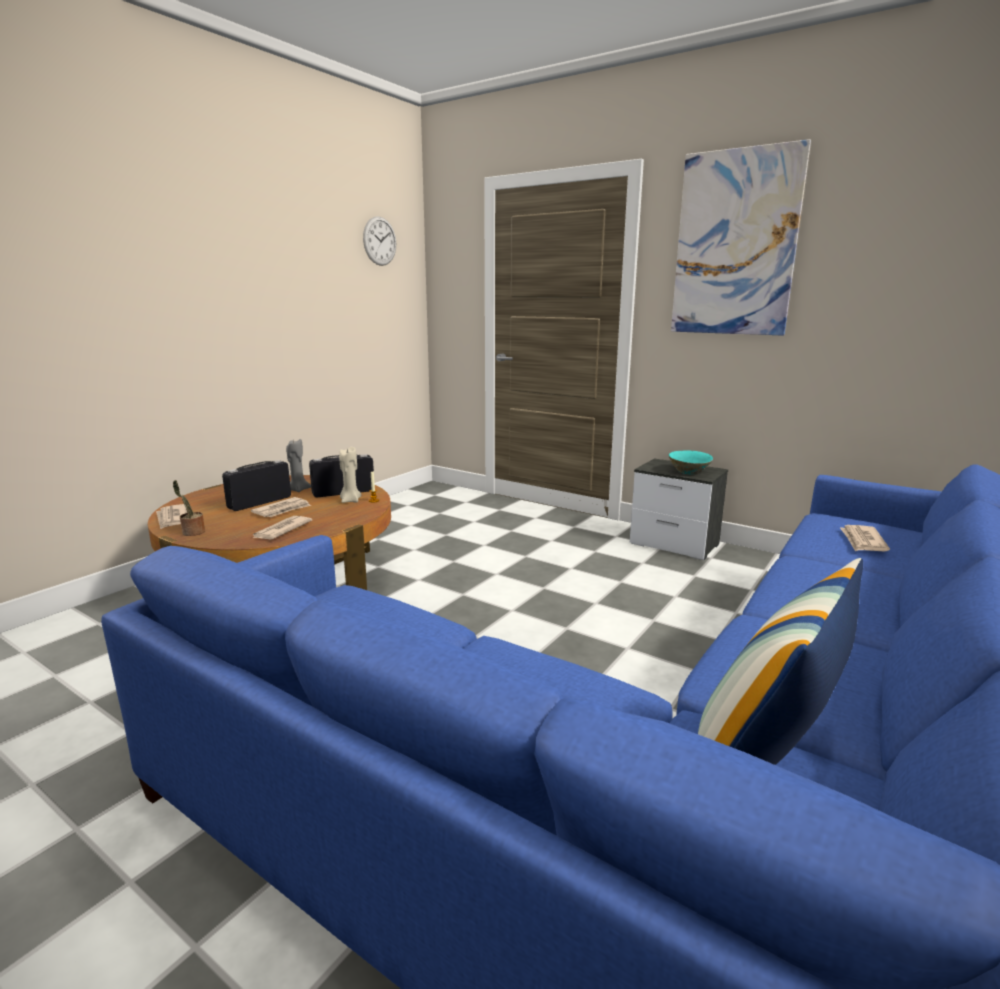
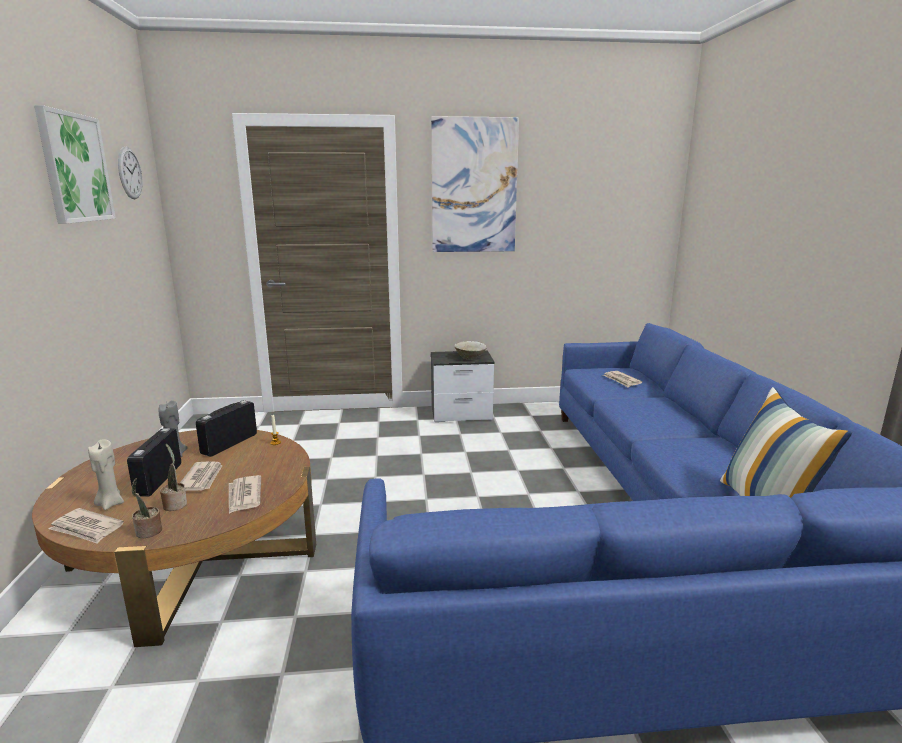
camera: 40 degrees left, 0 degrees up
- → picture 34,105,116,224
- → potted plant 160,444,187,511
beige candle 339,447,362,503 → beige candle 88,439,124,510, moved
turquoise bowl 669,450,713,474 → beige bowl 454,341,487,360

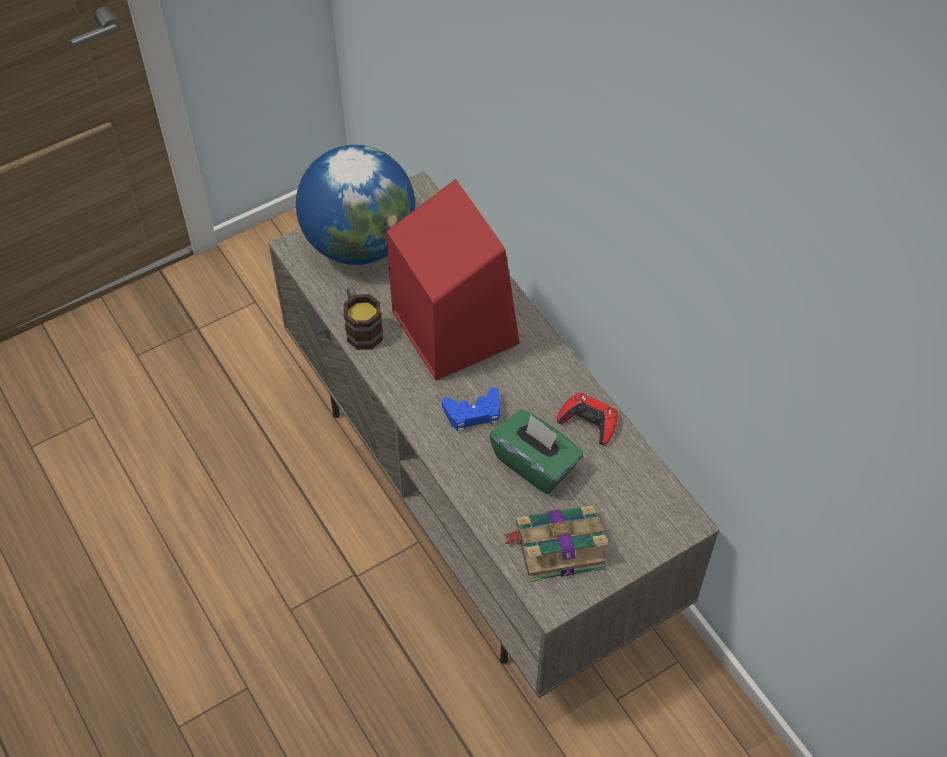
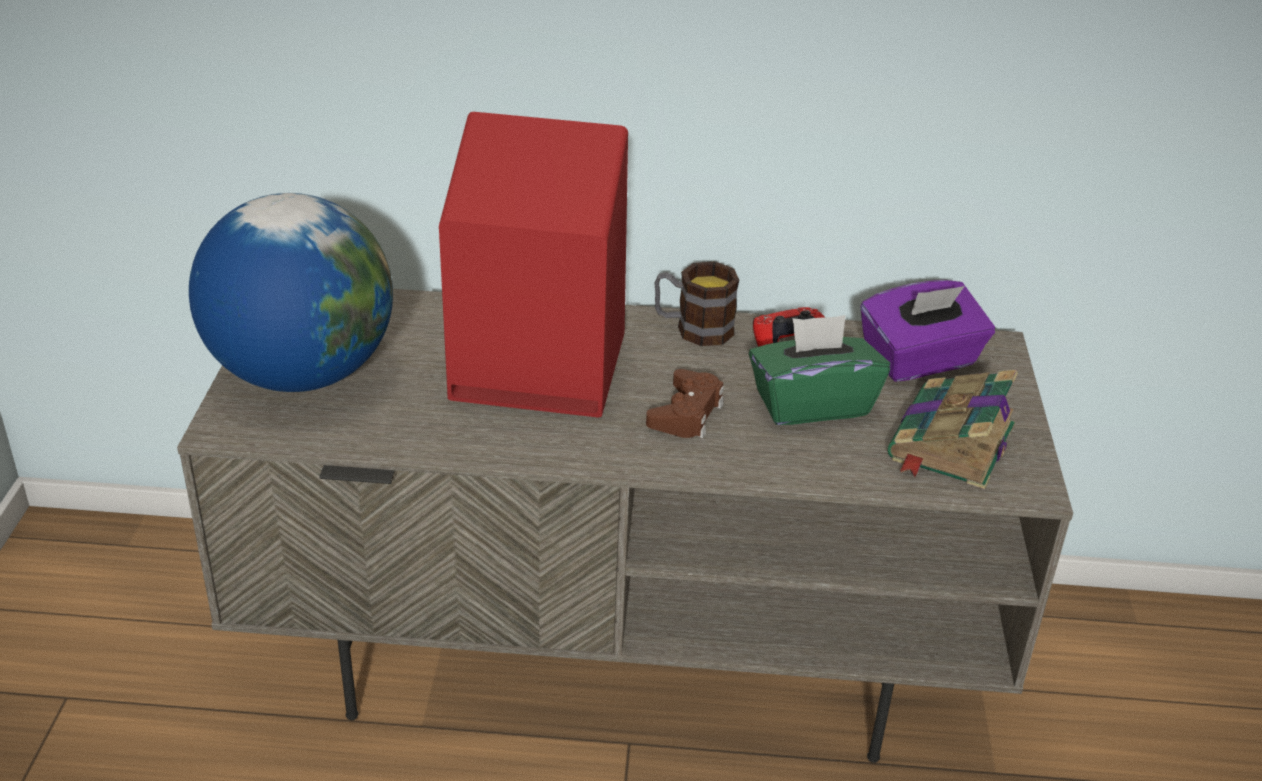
camera: 55 degrees left, 20 degrees down
- → purple tissue box 861,280,995,382
mug 343,286,383,350 → mug 655,262,739,346, moved
blue game controller 442,387,500,433 → brown game controller 646,369,724,438

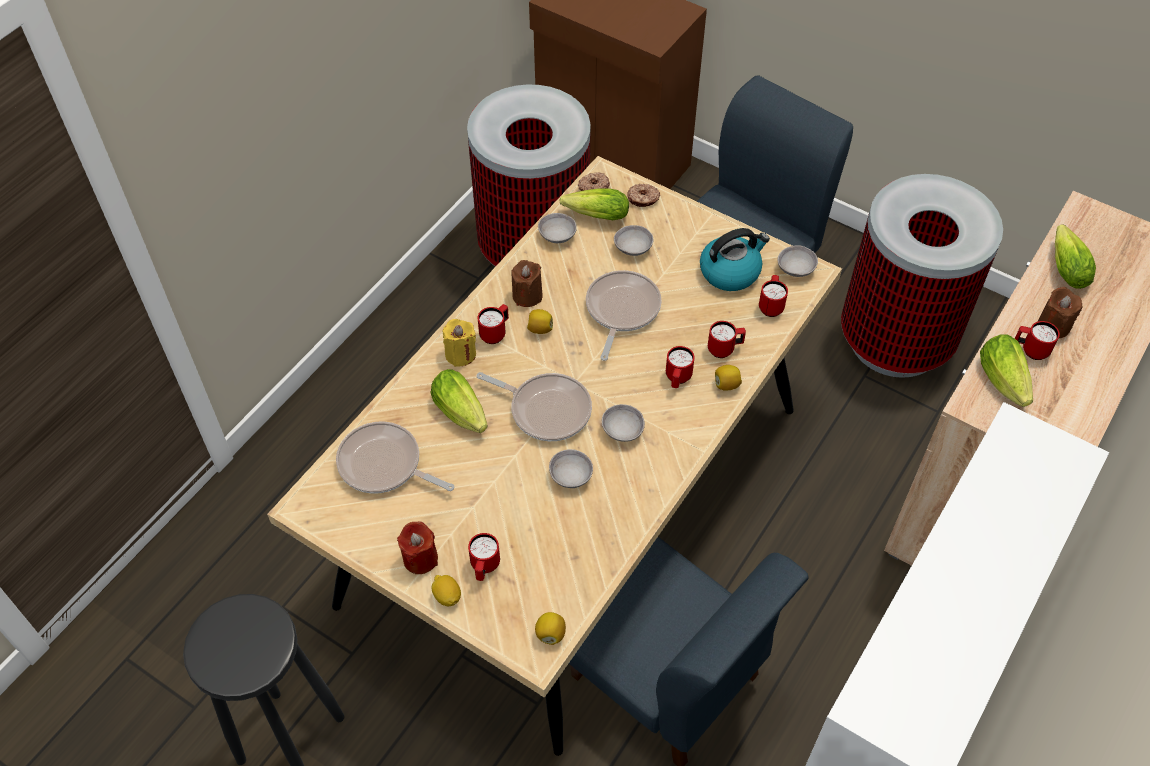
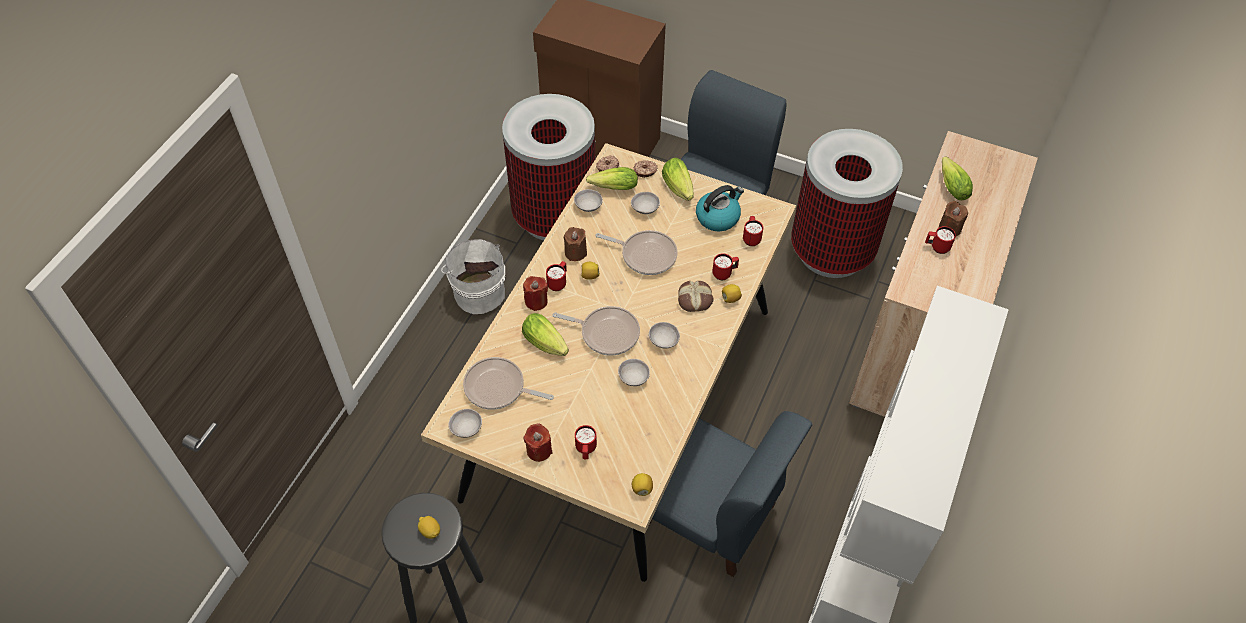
camera: 10 degrees left, 0 degrees up
- → white bucket 441,239,505,314
lemon 432,575,461,606 → lemon 418,516,440,539, moved
grey bowl 778,245,818,277 → grey bowl 448,409,482,438, moved
lettuce 980,335,1033,407 → lettuce 662,158,694,201, moved
red mug 666,346,695,388 → bread 678,281,714,312
yellow candle 443,319,476,367 → red candle 523,276,548,311
frying pan 586,270,661,361 → frying pan 595,230,678,275, 105 degrees clockwise

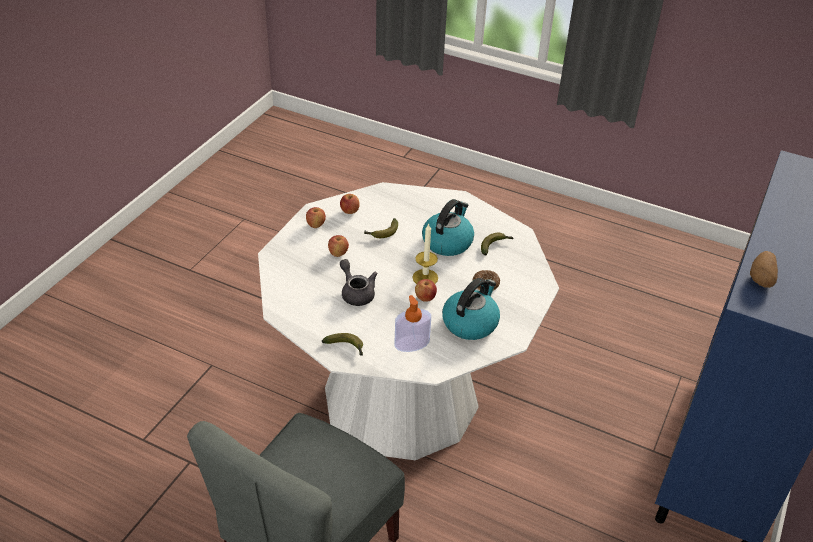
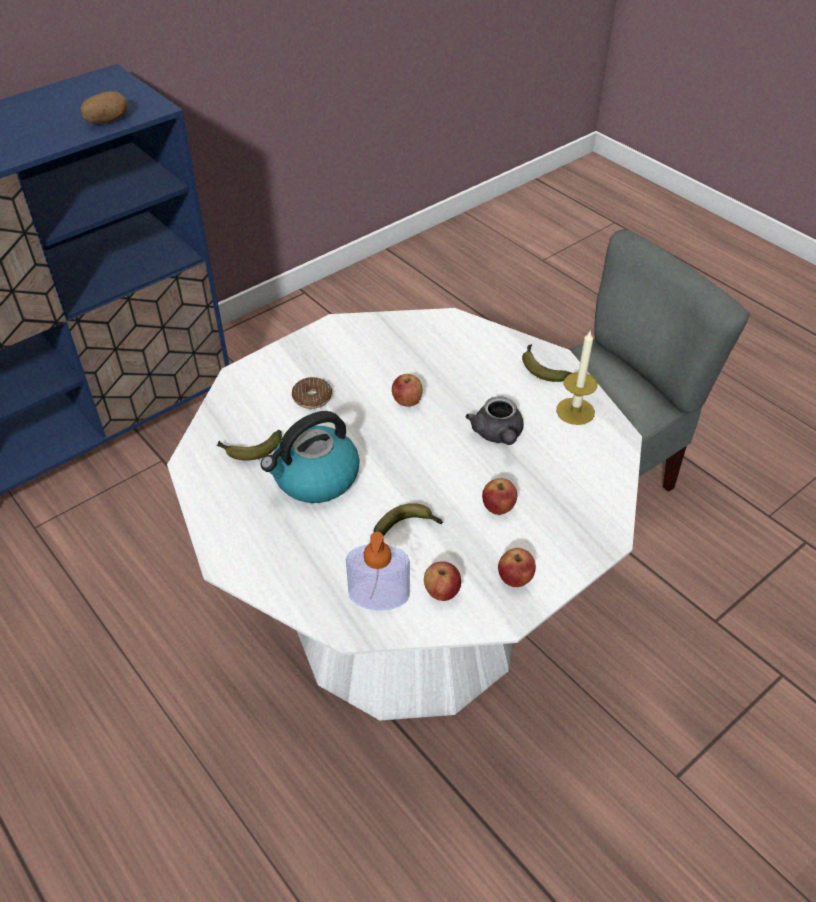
camera: 155 degrees left, 5 degrees up
kettle 442,278,500,340 → -
soap dispenser 394,295,431,352 → soap dispenser 346,532,410,611, moved
candle 412,223,438,284 → candle 556,330,598,425, moved

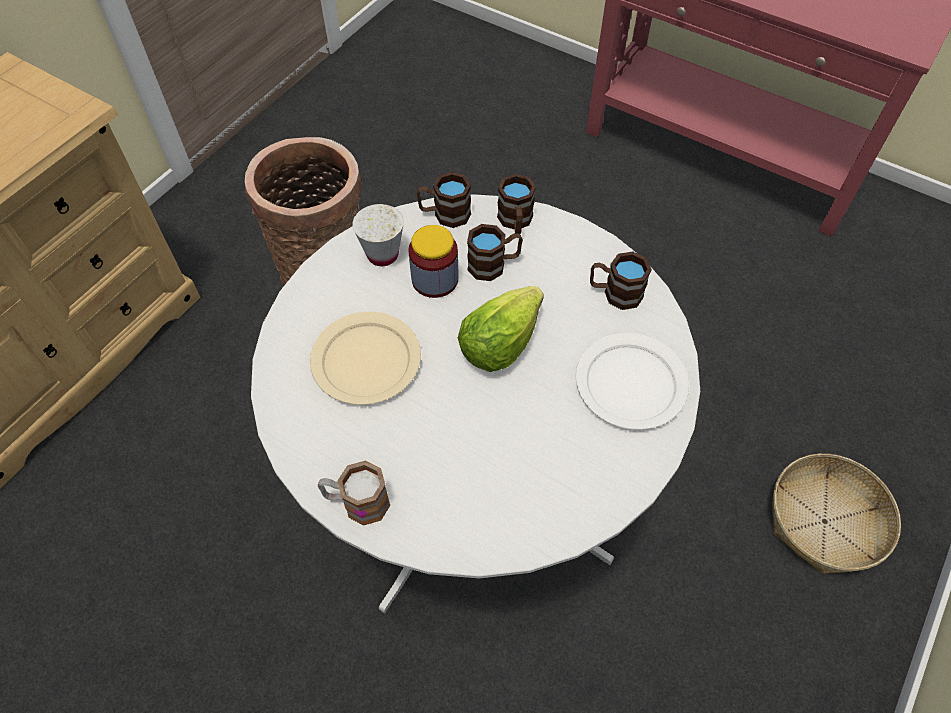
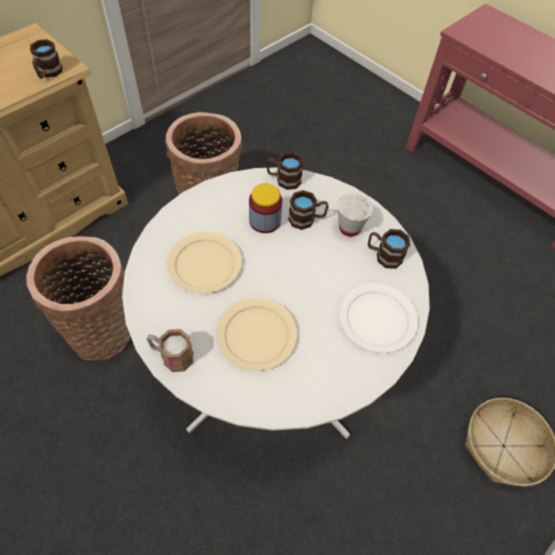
camera: 10 degrees right, 0 degrees up
lettuce 458,286,544,372 → -
- → basket 26,236,130,361
- → beige plate 216,298,297,371
white cup 352,204,404,266 → white cup 337,194,373,237, moved
brown mug 497,174,536,234 → brown mug 30,39,62,78, moved

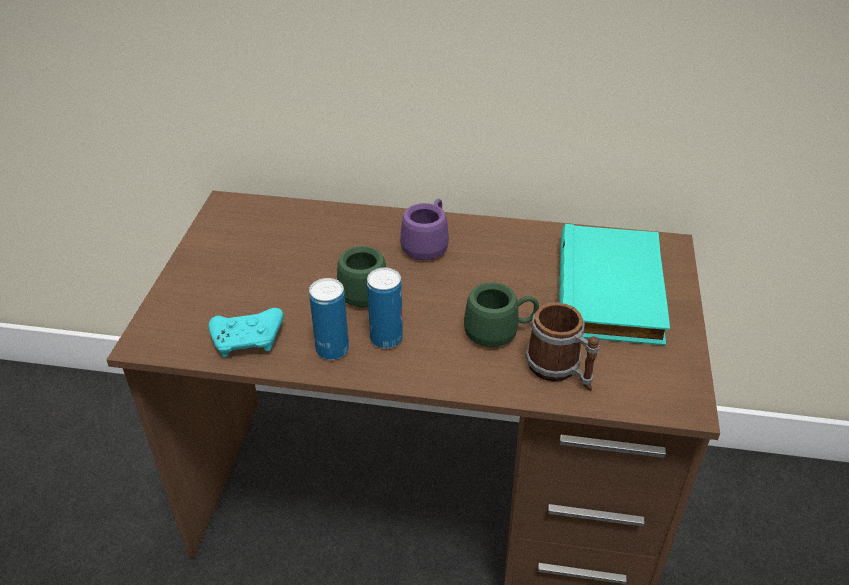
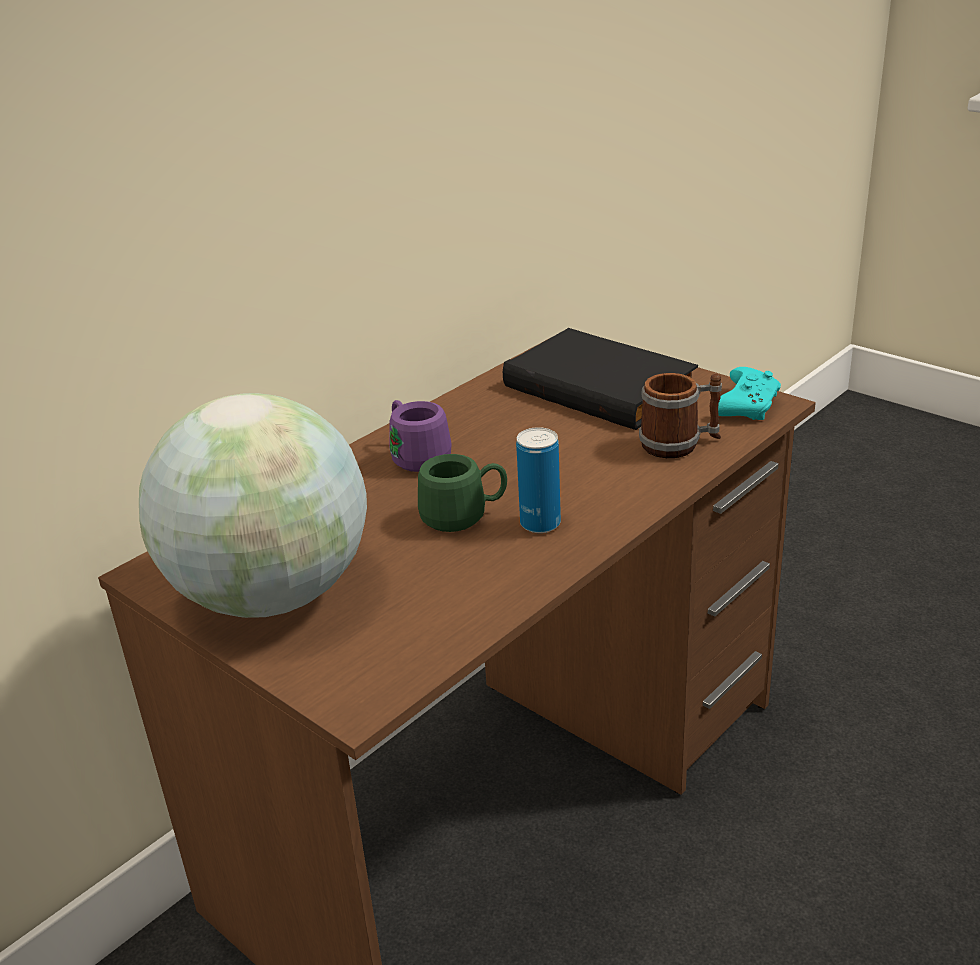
camera: 55 degrees left, 10 degrees down
can 309,278,349,360 → -
green mug 464,283,539,347 → -
- → globe 139,393,367,618
turquoise game controller 209,308,284,358 → turquoise game controller 718,367,781,420, moved
turquoise book 559,224,670,346 → black book 503,328,698,430

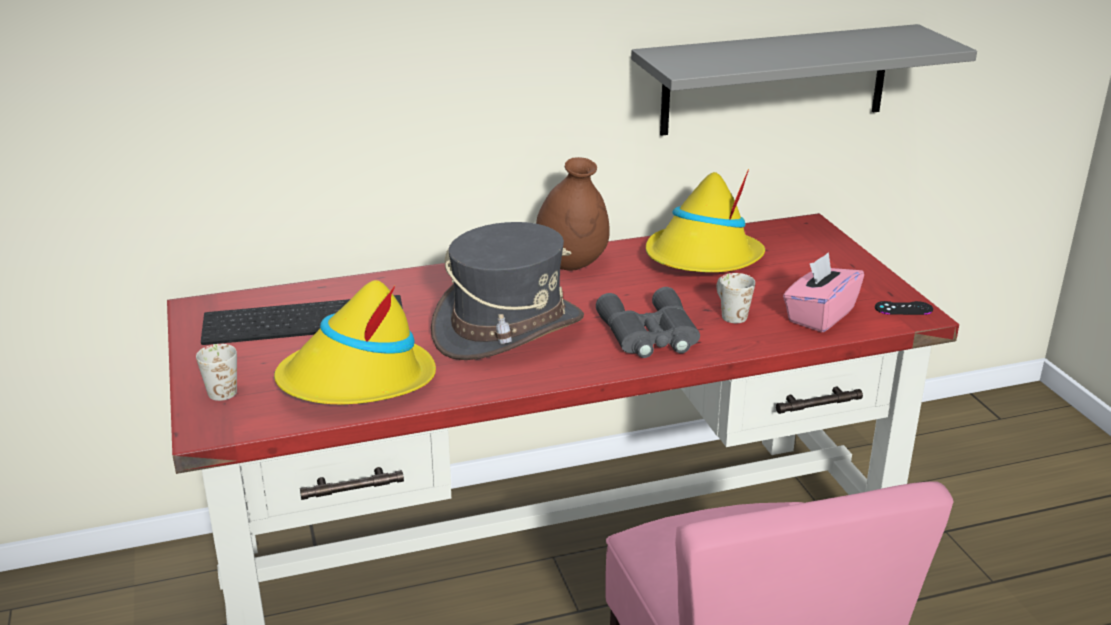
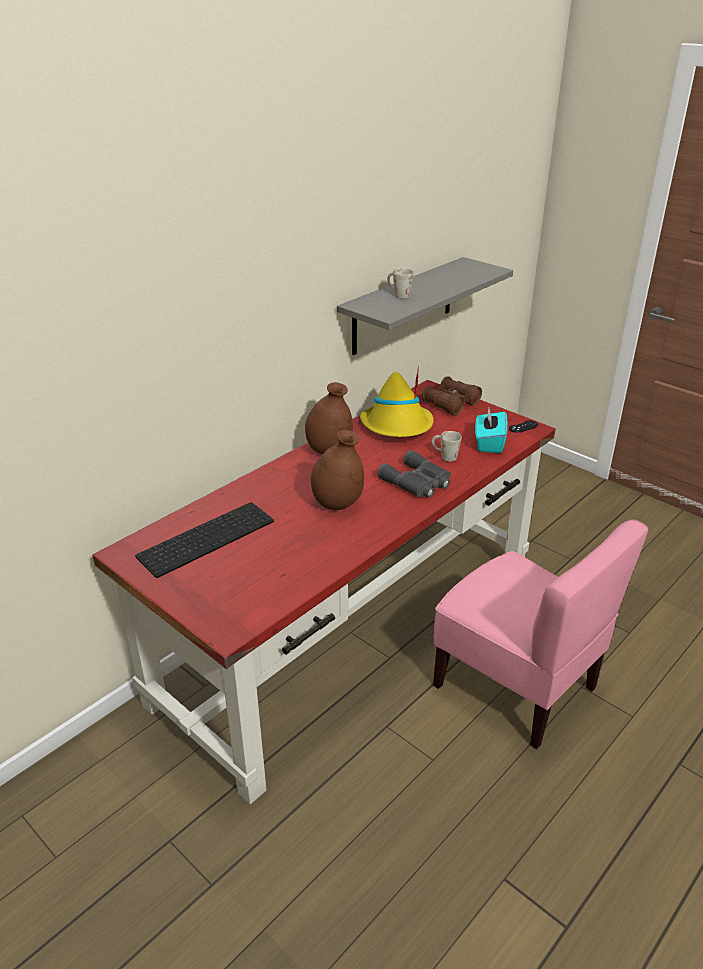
camera: 30 degrees left, 5 degrees up
yellow hat 274,280,436,404 → -
- → brown binoculars 422,376,482,416
white mug 196,344,237,401 → white mug 387,268,414,298, moved
grey hat 431,222,584,360 → brown vase 311,430,364,510
pink tissue box 783,252,864,332 → turquoise tissue box 475,408,508,453

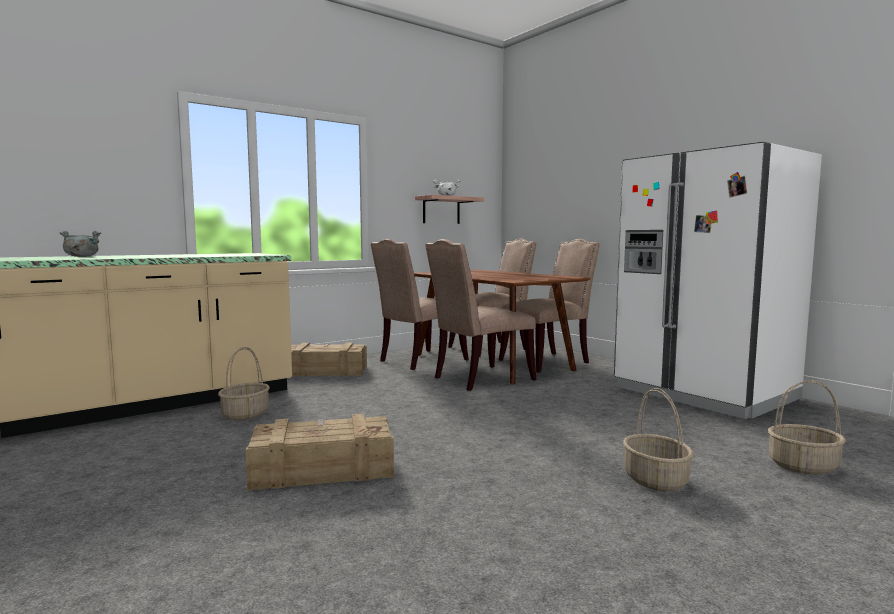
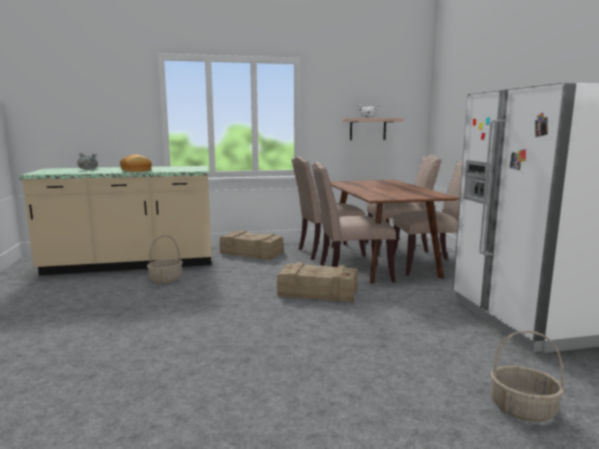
camera: 25 degrees right, 5 degrees up
basket 623,388,694,491 → -
- → bread 120,154,152,172
crate 246,414,394,491 → crate 277,262,358,303, moved

